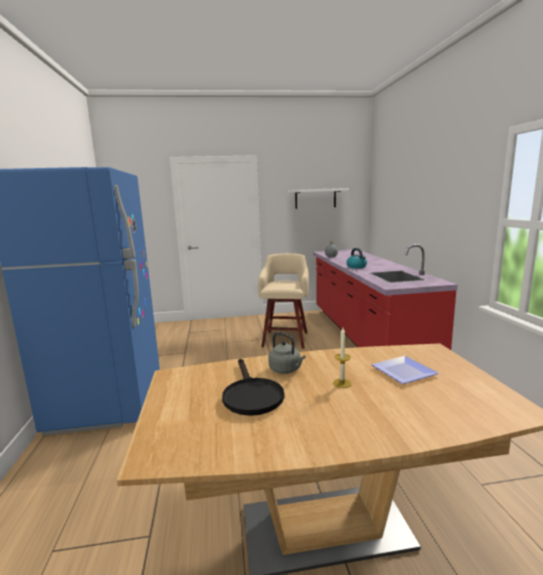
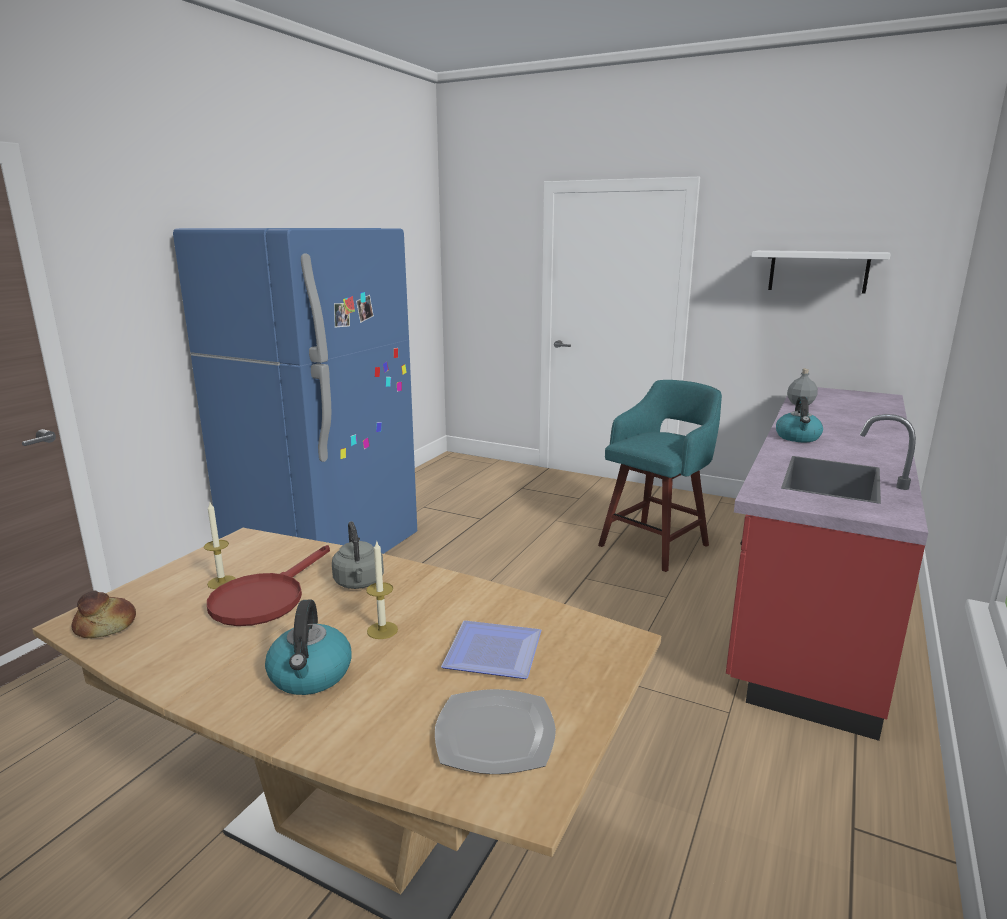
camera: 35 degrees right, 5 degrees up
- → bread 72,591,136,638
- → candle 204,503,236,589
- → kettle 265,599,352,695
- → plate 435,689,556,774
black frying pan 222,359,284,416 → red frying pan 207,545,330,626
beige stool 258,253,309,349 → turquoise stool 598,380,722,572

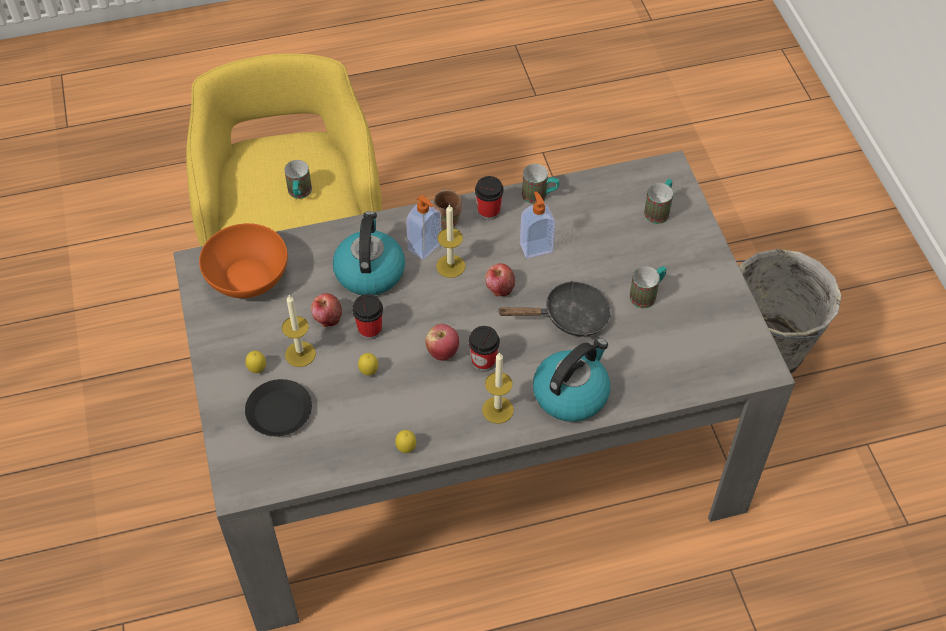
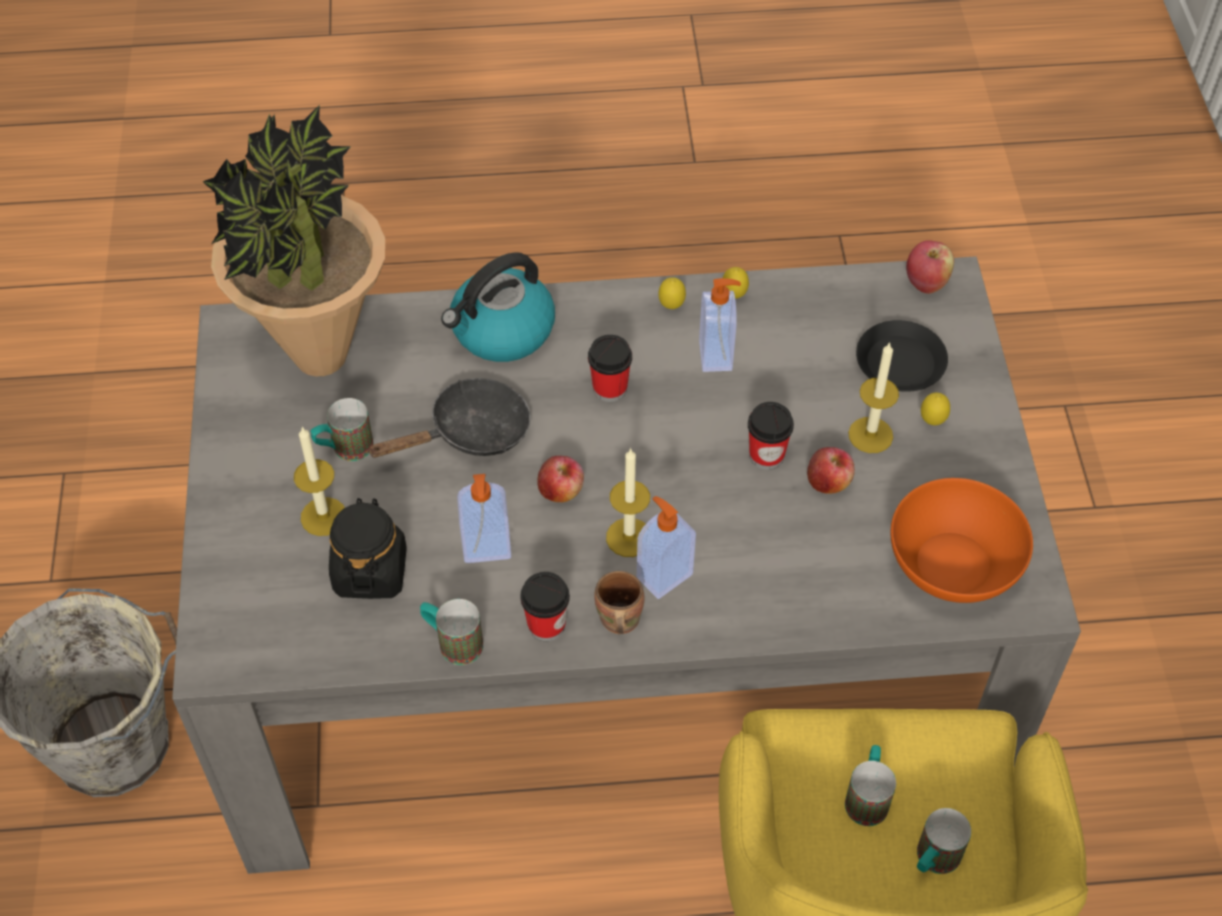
camera: 170 degrees left, 0 degrees up
kettle 333,211,405,295 → -
- → potted plant 202,105,385,376
- → black jar 329,498,407,599
- → soap dispenser 699,278,741,372
lemon 358,353,378,376 → lemon 658,277,686,309, moved
apple 425,324,459,361 → apple 906,240,954,294, moved
candle 482,352,514,424 → candle 294,427,345,536, moved
mug 644,179,673,224 → mug 917,808,971,874, moved
black frying pan 497,281,611,337 → black frying pan 367,378,531,458, 150 degrees clockwise

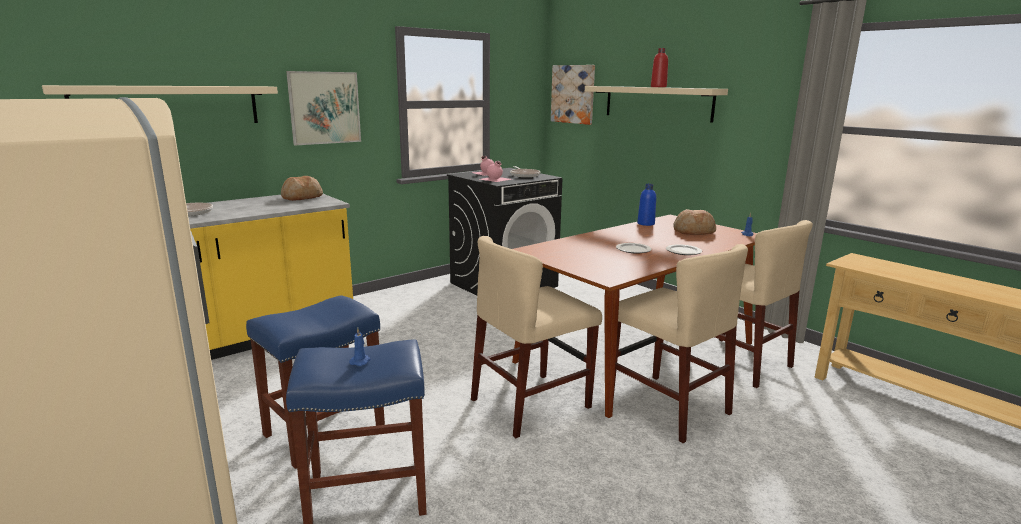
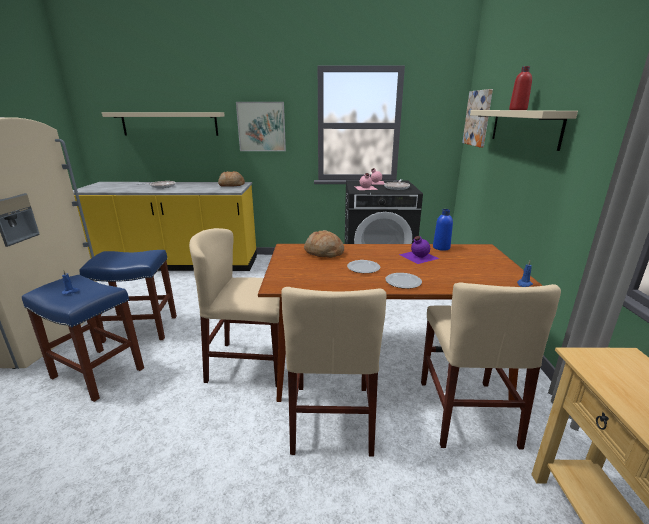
camera: 40 degrees right, 5 degrees up
- → purple bottle 399,236,440,264
bread 673,209,716,235 → bread 304,230,344,258, moved

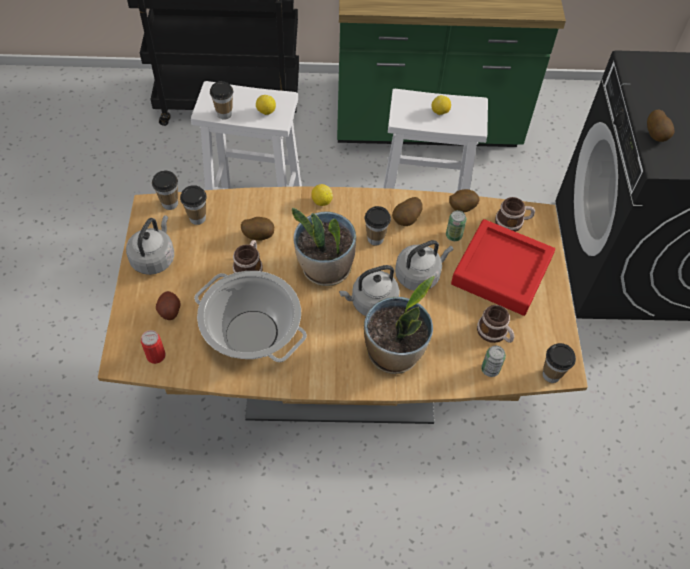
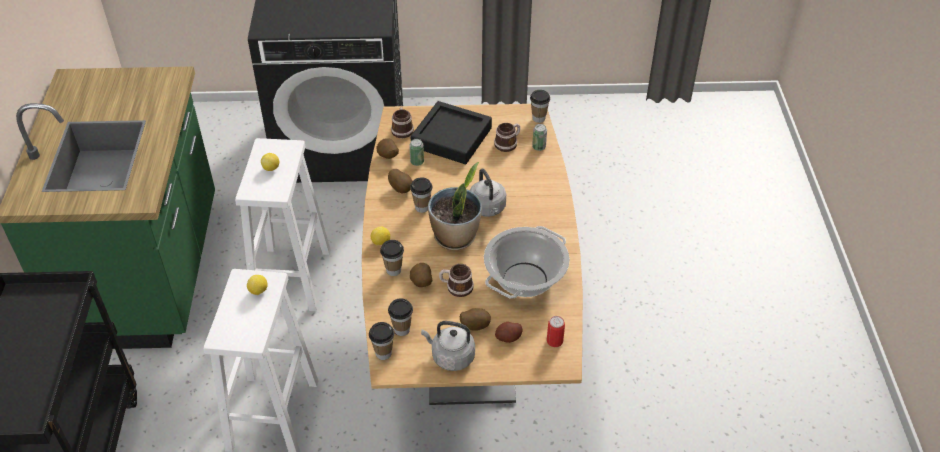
camera: 90 degrees left, 10 degrees down
potted plant 364,276,435,374 → -
grey kettle 395,240,453,291 → -
cup 210,81,233,120 → cup 380,240,404,276, moved
potato 647,110,675,142 → potato 460,308,491,330, moved
red tray 451,219,555,316 → black tray 410,101,492,164

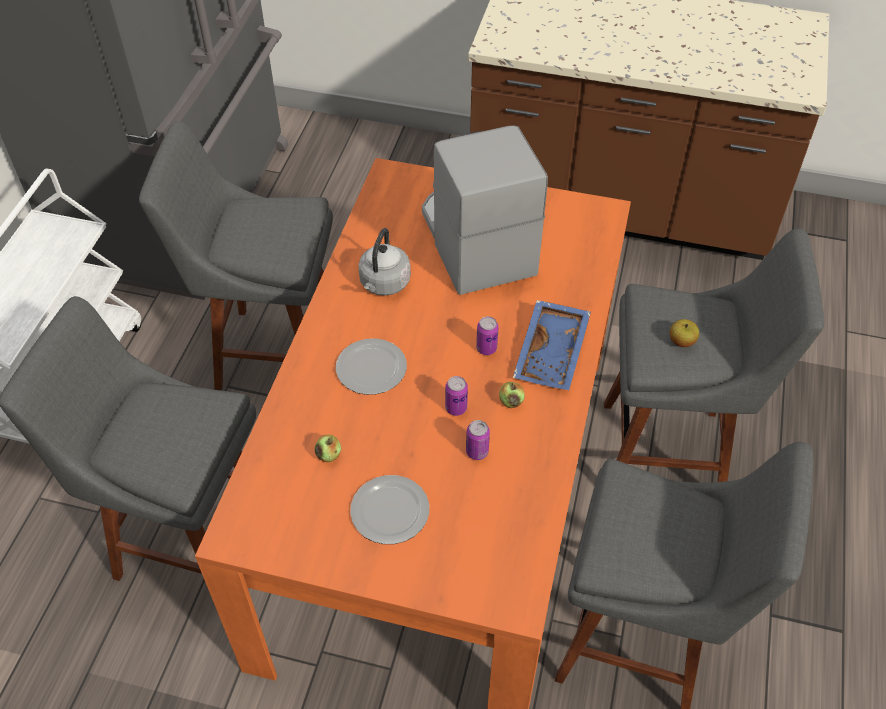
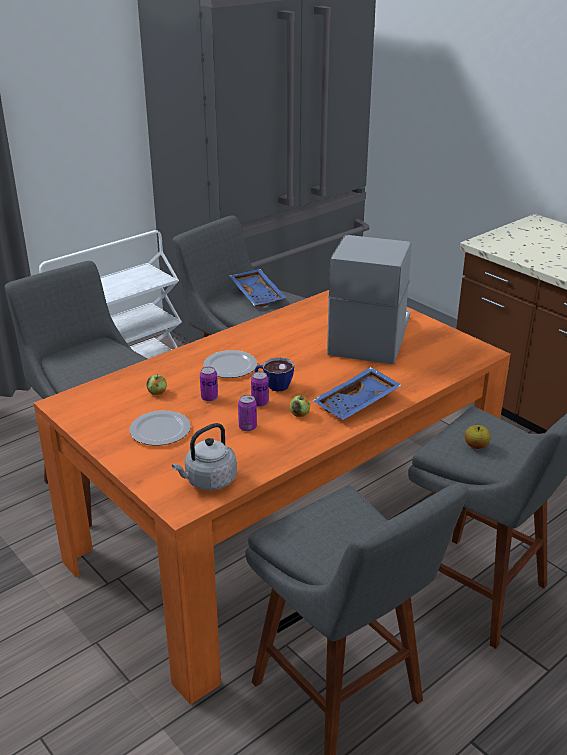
camera: 35 degrees right, 20 degrees down
- → blue tray 229,269,286,307
- → cup 254,357,294,392
grey kettle 358,228,411,296 → grey kettle 172,423,237,490, moved
can 476,316,499,355 → can 200,367,218,401, moved

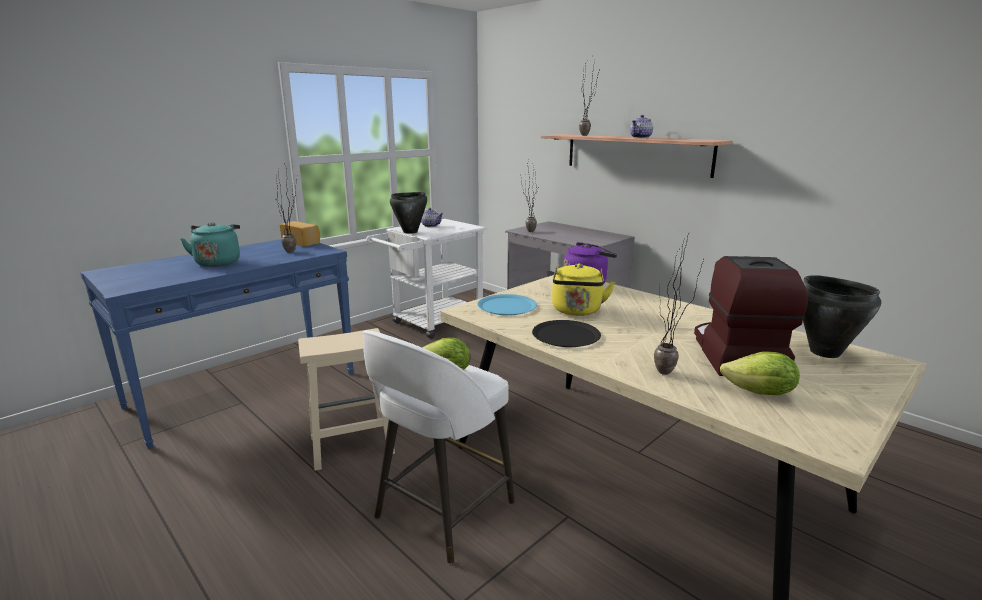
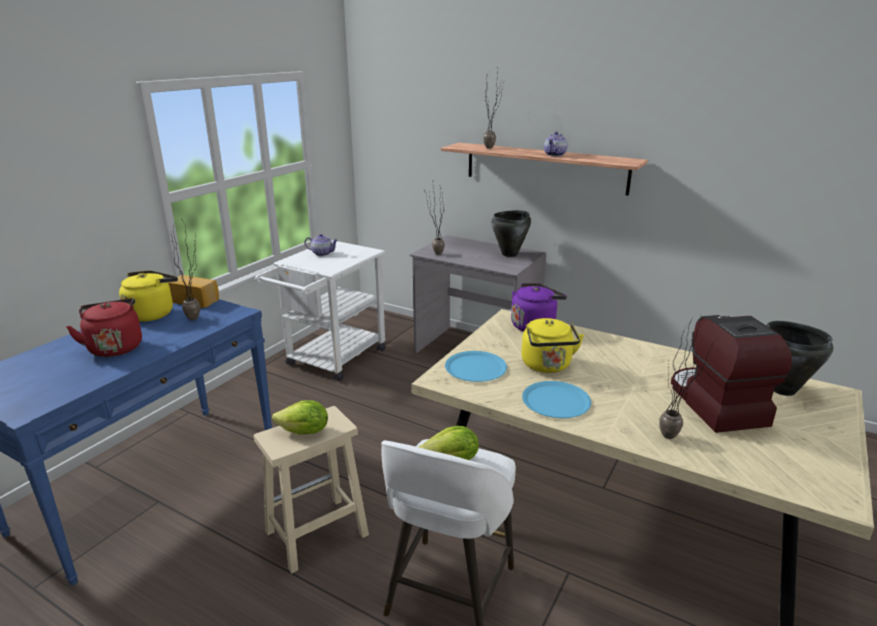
camera: 15 degrees left, 5 degrees up
- → yellow kettle 119,270,178,322
black cooking pot 390,192,427,234 → black cooking pot 491,210,531,257, moved
lettuce 720,352,800,395 → lettuce 272,400,328,434, moved
turquoise kettle 180,222,240,267 → red kettle 66,298,142,357
black plate 532,320,601,347 → blue plate 522,381,591,418

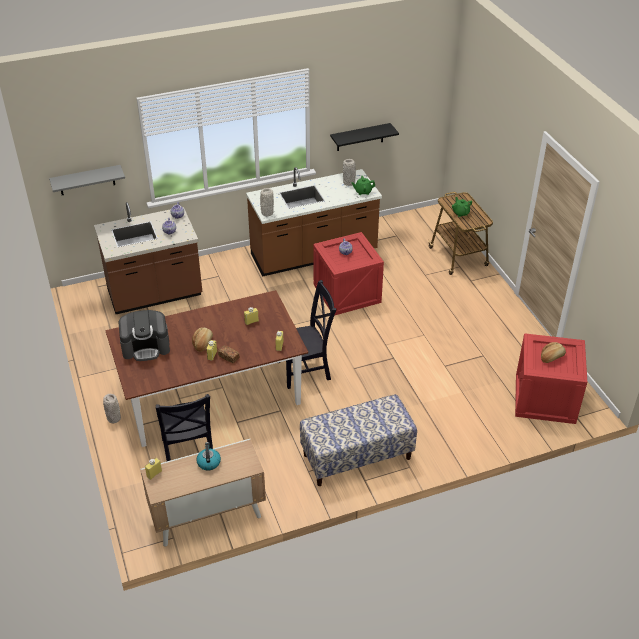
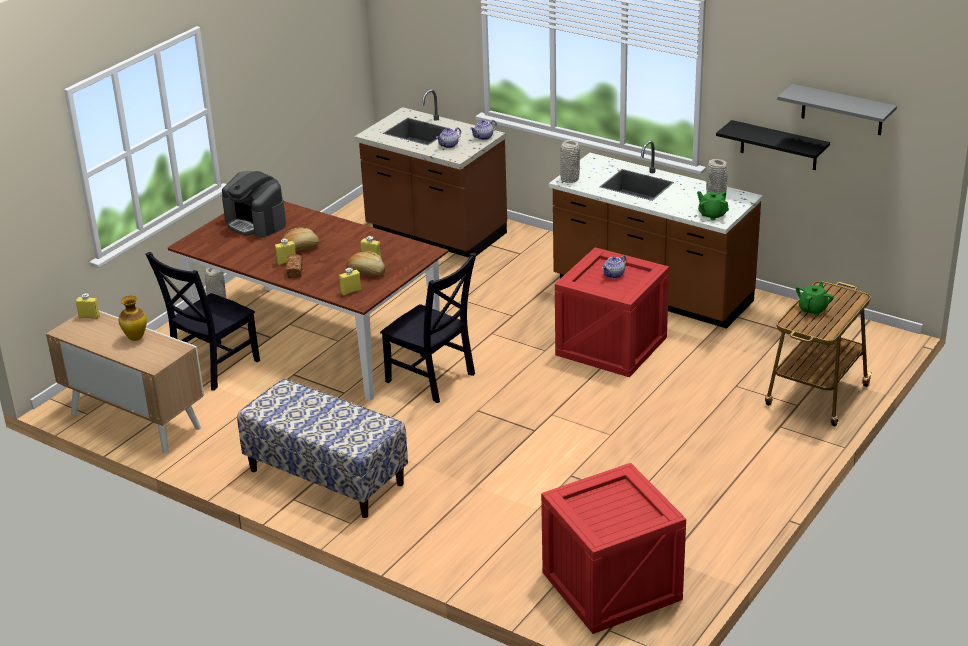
camera: 55 degrees right, 10 degrees down
grey shelf 49,165,125,195 → grey shelf 777,84,897,135, moved
bread 541,342,566,363 → bread 346,251,385,276, moved
kettle 196,442,221,471 → vase 119,296,147,341

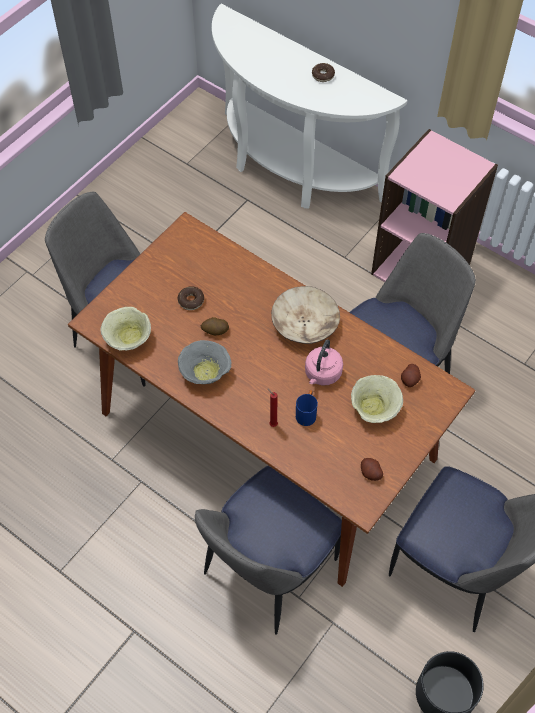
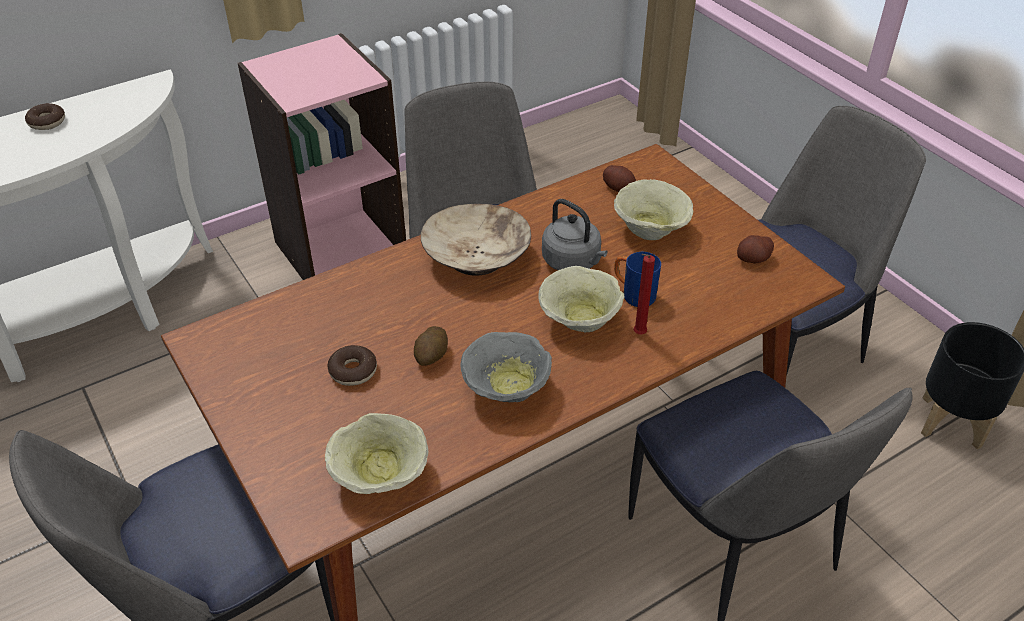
camera: 70 degrees left, 15 degrees down
- → beige bowl 539,266,625,332
pink kettle 305,339,343,386 → grey kettle 542,199,608,270

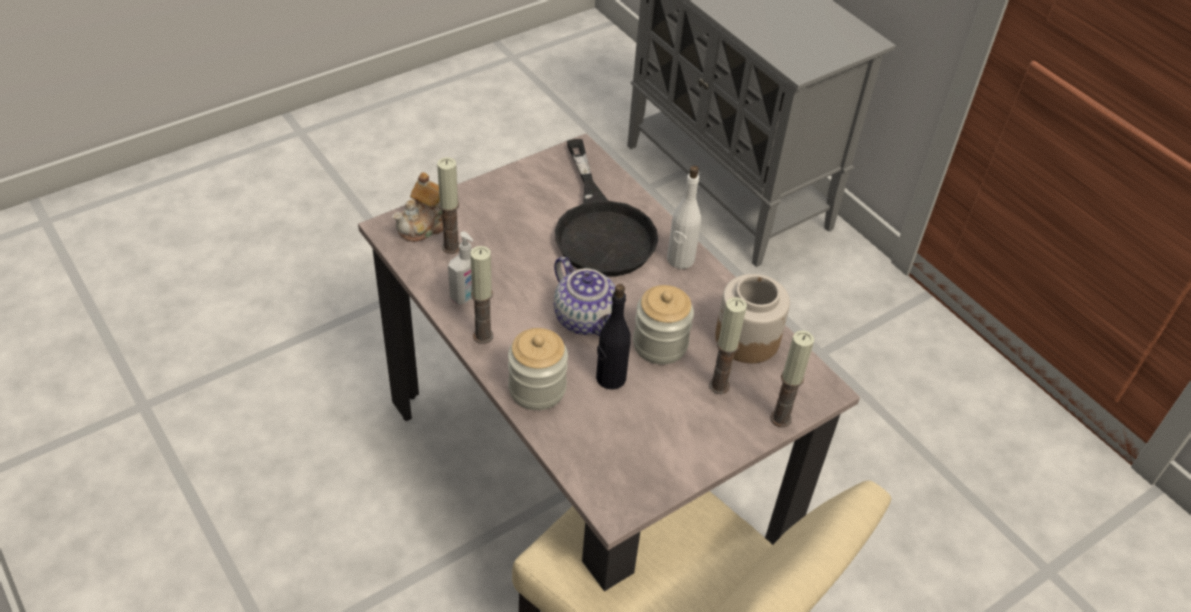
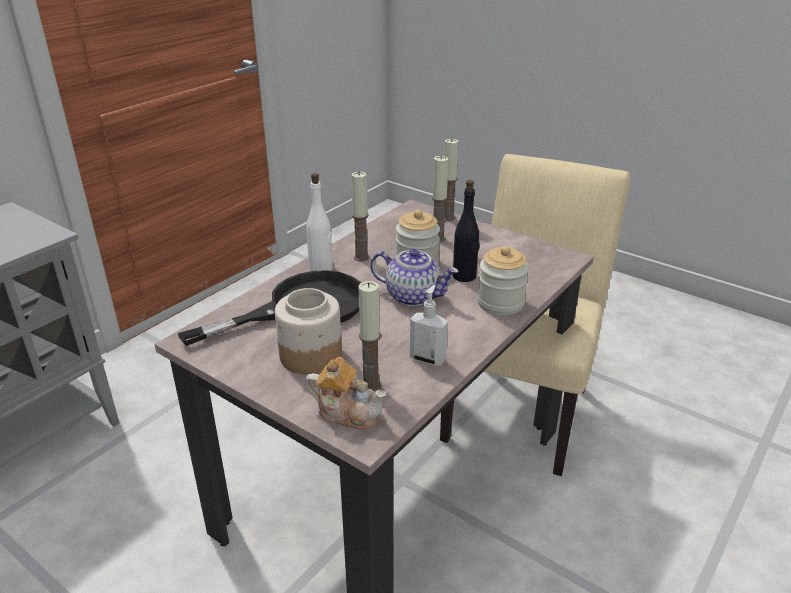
camera: 105 degrees left, 15 degrees down
candle 470,246,493,344 → candle 351,171,369,261, moved
jar 715,274,790,363 → jar 275,288,342,375, moved
teapot 554,257,615,336 → teapot 370,249,458,306, 75 degrees clockwise

